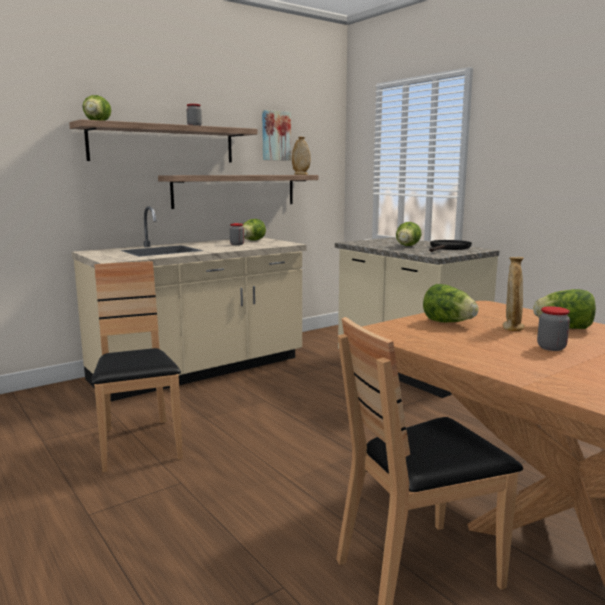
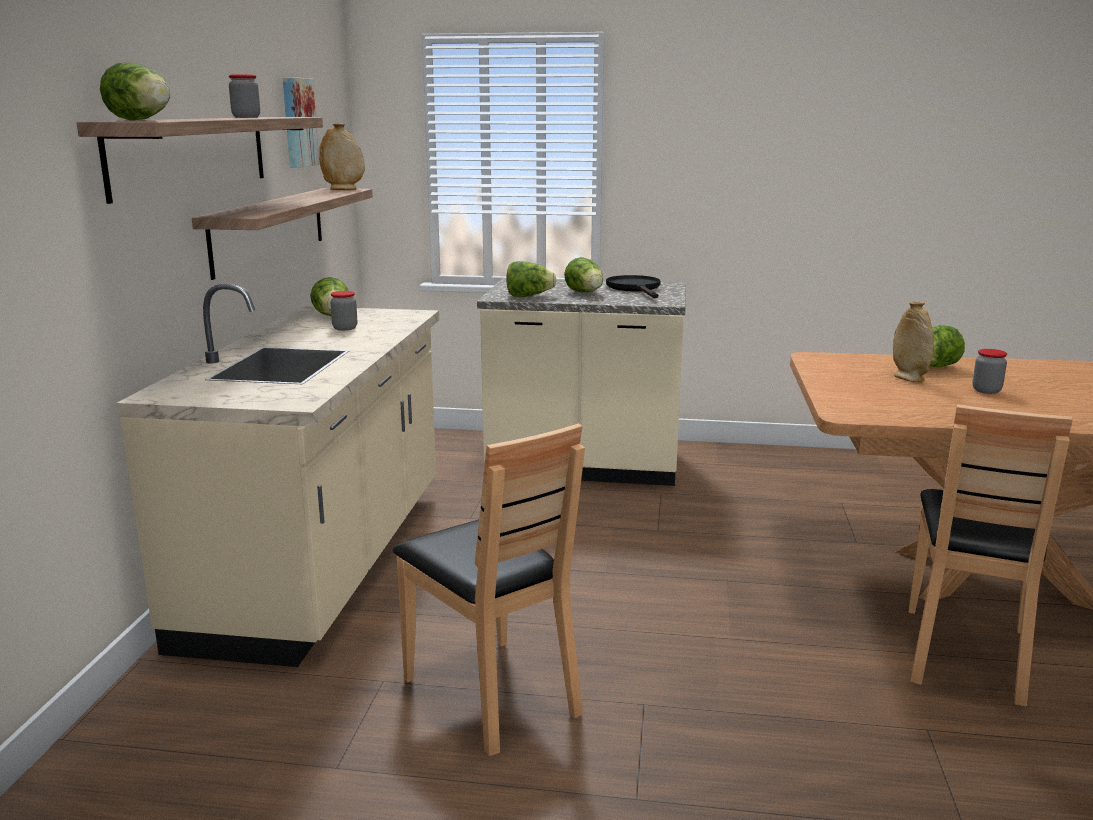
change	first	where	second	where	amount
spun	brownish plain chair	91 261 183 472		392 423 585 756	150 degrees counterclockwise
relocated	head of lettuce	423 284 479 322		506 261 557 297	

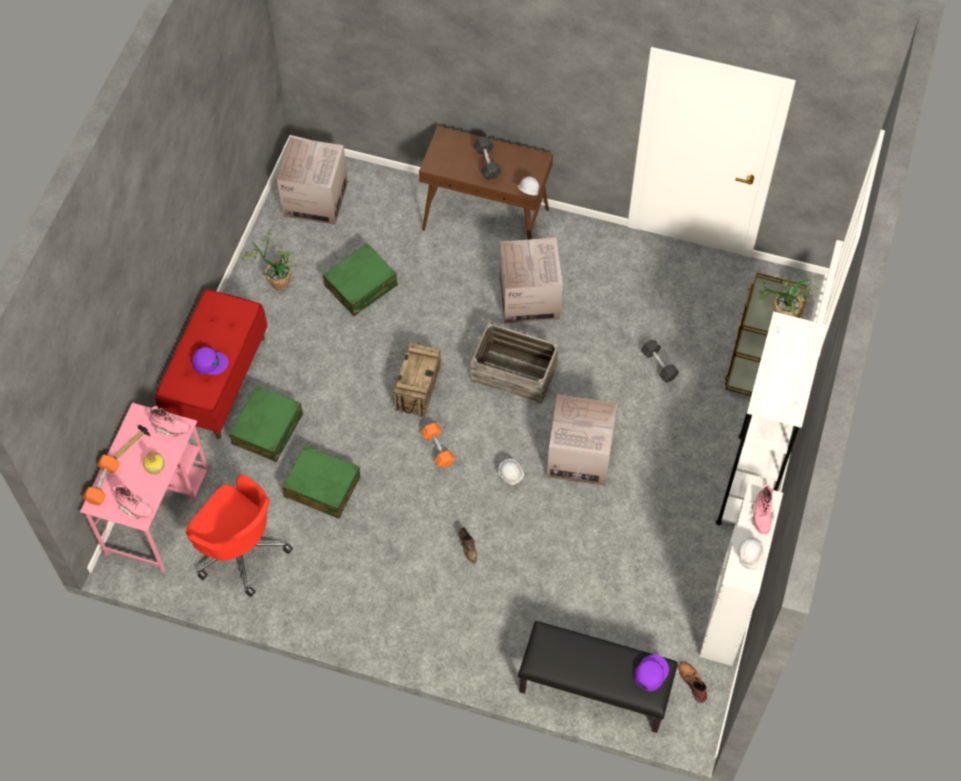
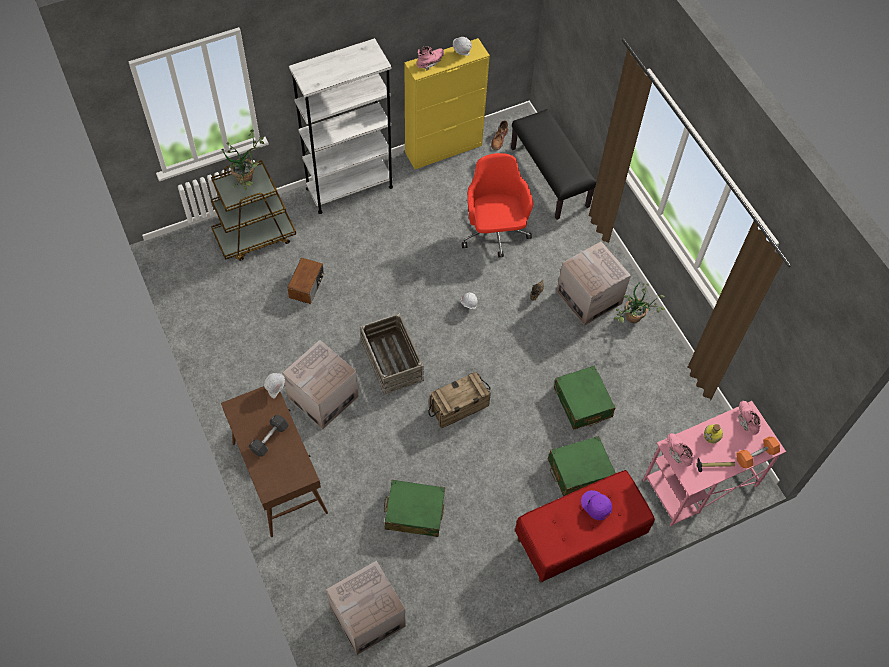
change	first	where	second	where	amount
relocated	plant in a pot	242 229 297 290		614 282 665 323	
exchanged	gray dumbbell	641 340 679 383	radio receiver	287 258 324 304	
relocated	packing box	547 395 617 486		556 241 631 326	
missing	orange-coloured dumbbell	421 423 455 468			
relocated	red-coloured office chair	186 474 293 597		462 153 533 258	
colour	white storage cabinet	699 483 783 666	yellow-coloured storage cabinet	404 38 490 169	
missing	purple-coloured cap	634 655 669 691			

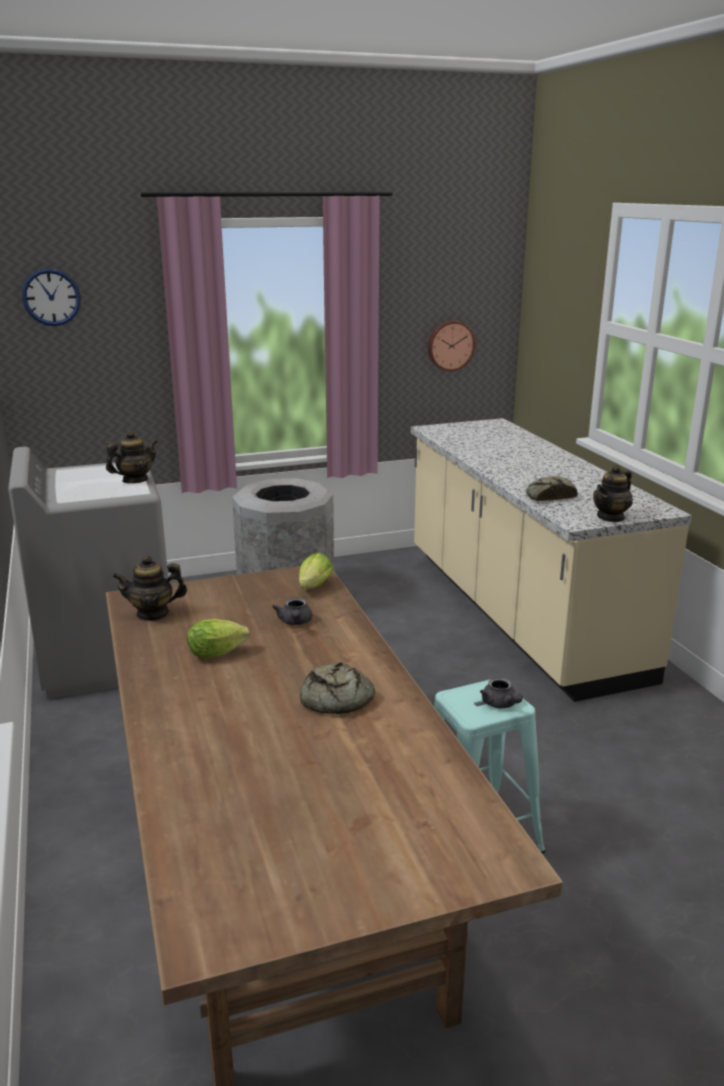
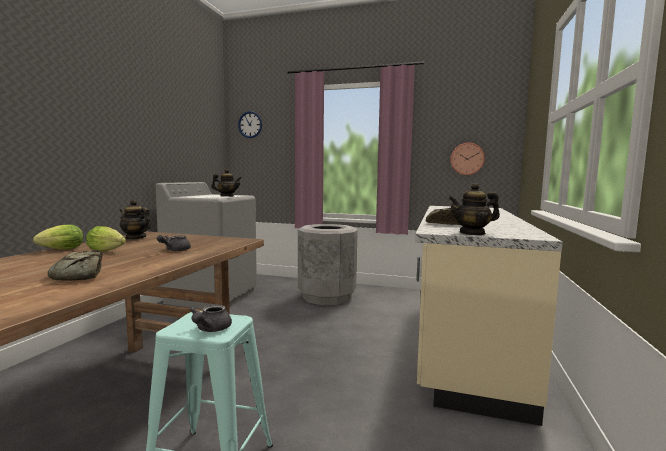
change	first	where	second	where	amount
relocated	head of lettuce	299 553 333 589		33 225 83 249	

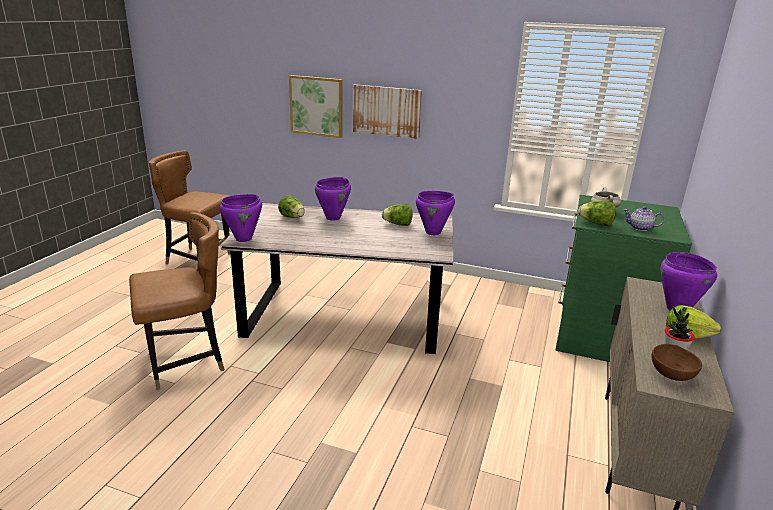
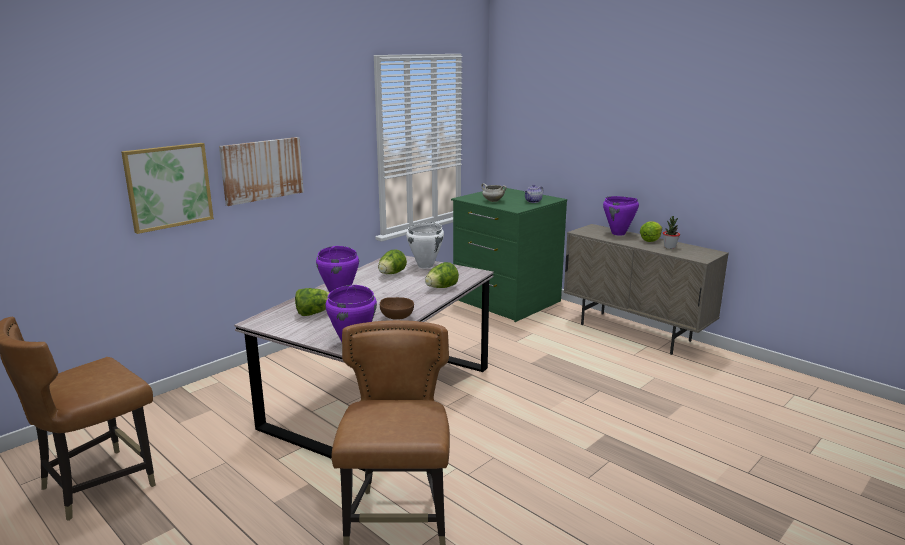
change	first	where	second	where	amount
colour	purple-coloured saucepot	416 191 455 235	white saucepot	406 222 444 268	
relocated	head of lettuce	578 201 616 226		425 262 459 288	
relocated	brownish deep dish	652 344 702 381		380 297 414 320	

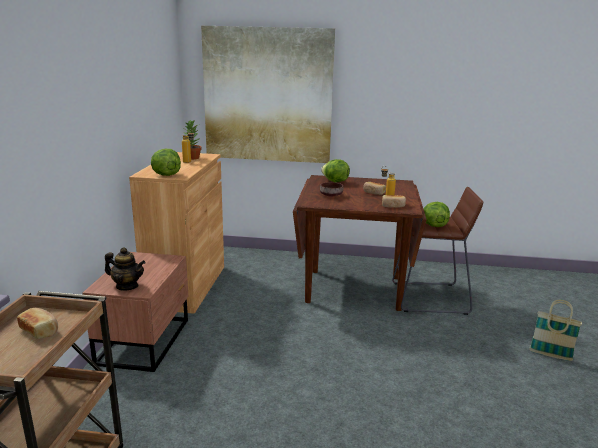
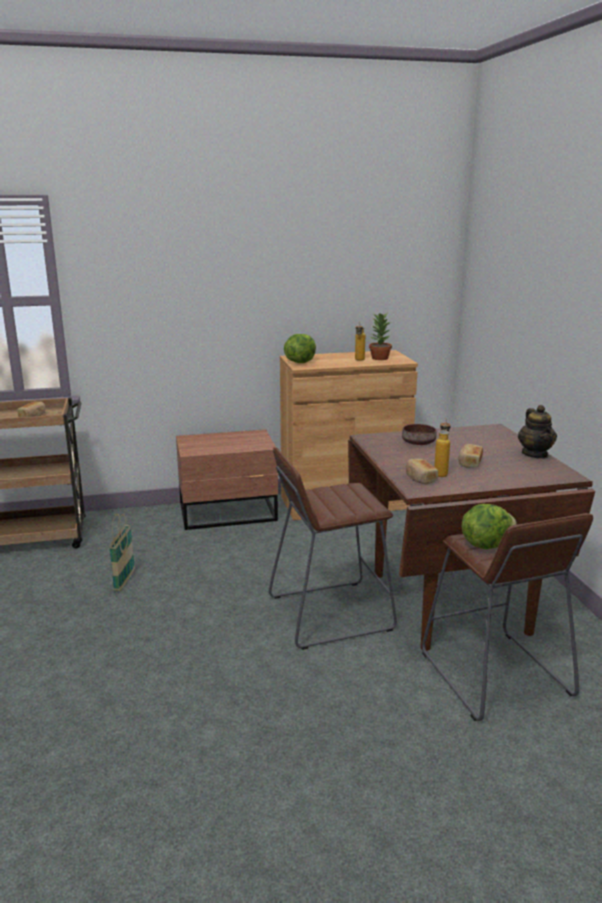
change	first	where	second	where	amount
missing	wall picture	201 26 335 163			
missing	head of lettuce	321 159 350 182			
relocated	teapot	105 247 145 291		518 405 557 459	
relocated	basket	529 300 582 361		109 514 135 591	
appeared			brownish stool seat	269 447 397 650	

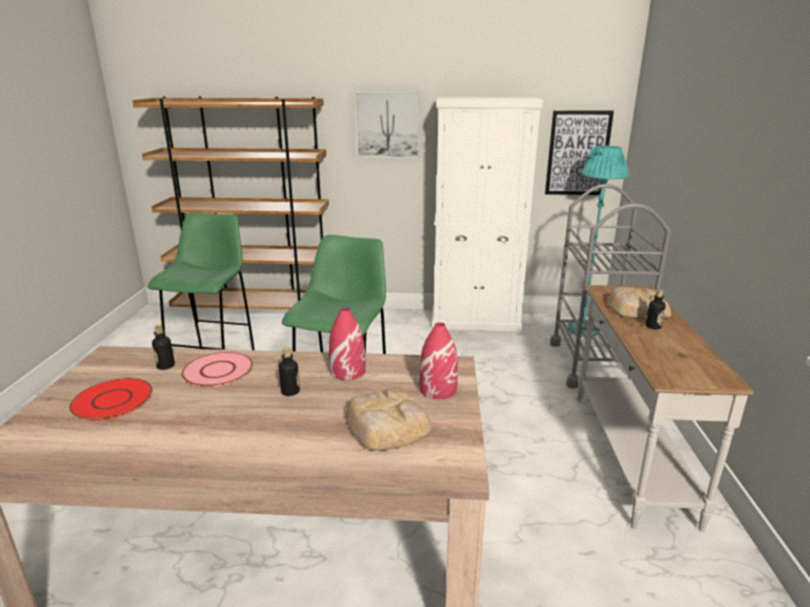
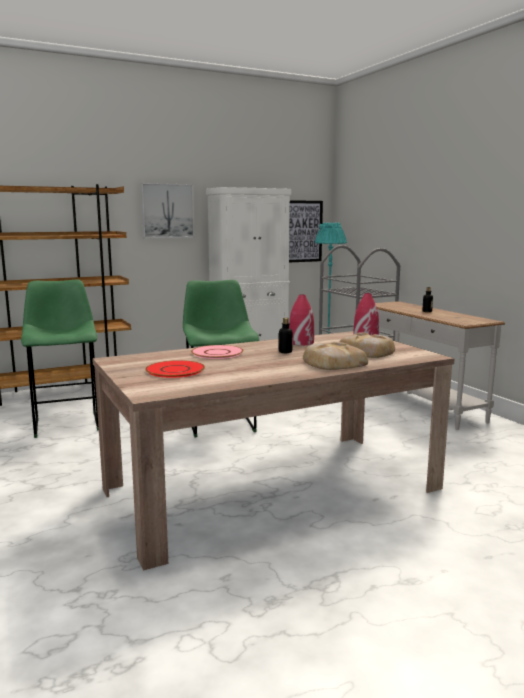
change	first	where	second	where	amount
relocated	bread	608 287 671 319		303 342 368 370	
missing	bottle	152 325 175 370			

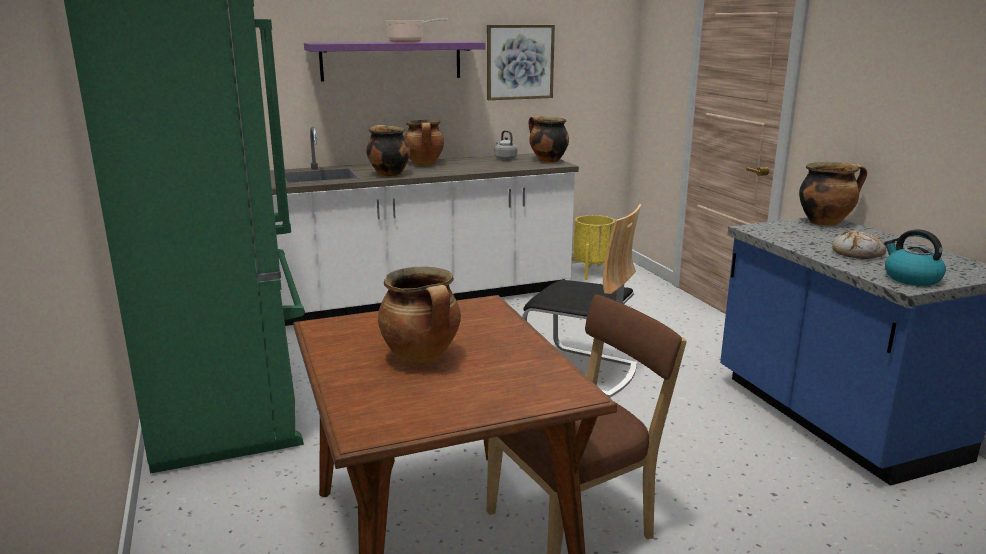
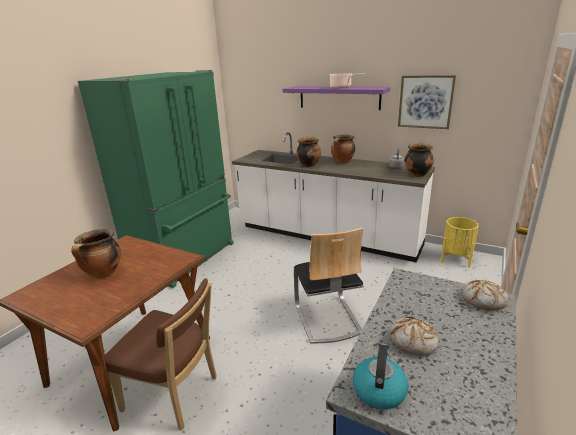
change	first	where	second	where	amount
exchanged	saucepot	799 162 867 226	bread	462 280 509 310	

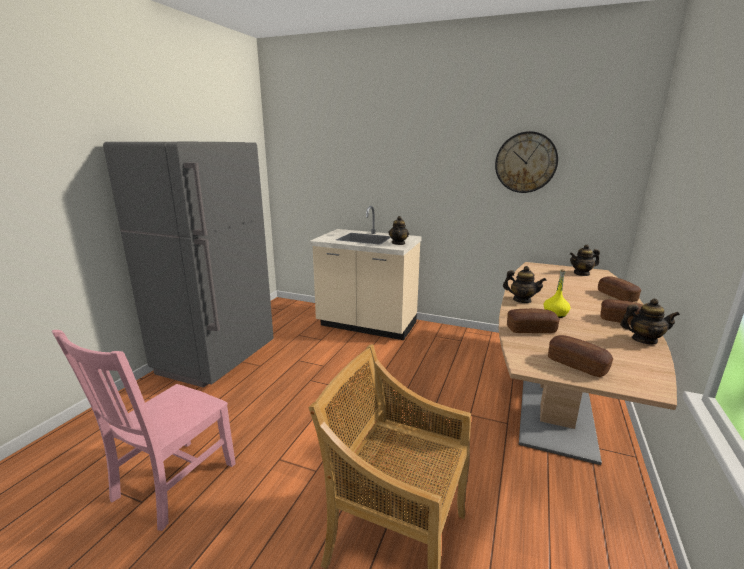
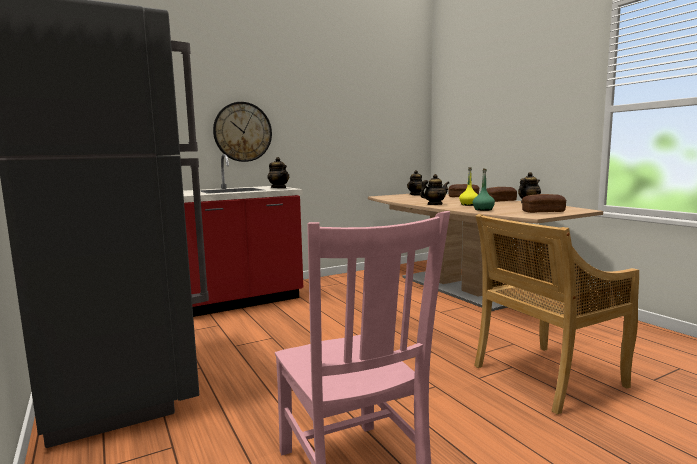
change	first	where	second	where	amount
relocated	wall clock	495 131 558 193		213 102 272 162	
colour	beige-coloured counter	309 206 422 340	red-coloured counter	183 154 303 317	
exchanged	bread	507 308 560 333	greenish bottle	473 168 495 211	

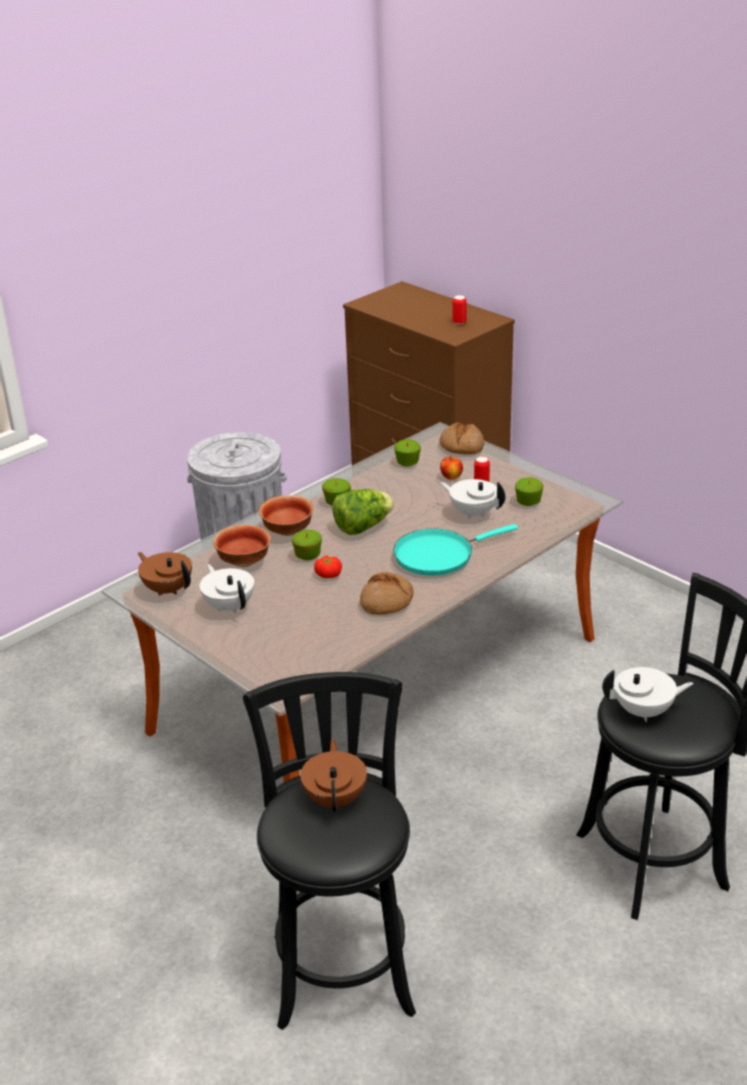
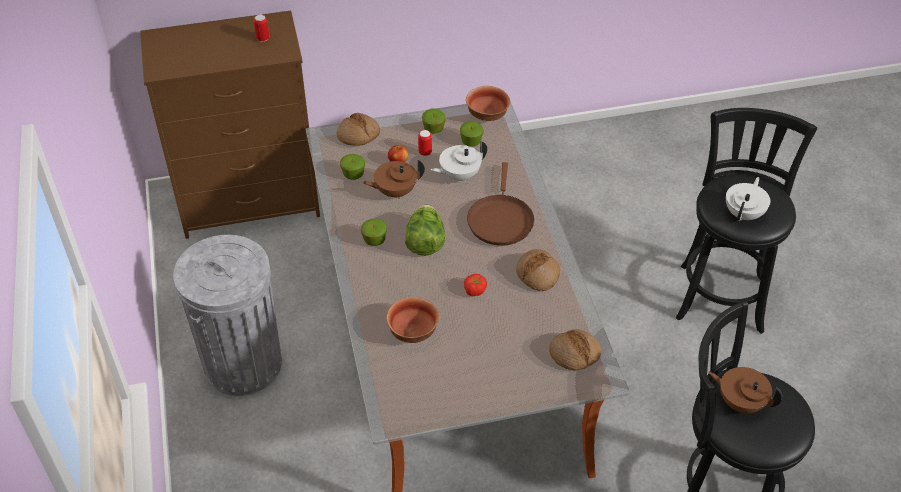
change	first	where	second	where	amount
relocated	deep dish	259 495 313 536		466 86 510 121	
colour	turquoise pan	393 524 518 576	brownish pan	467 162 534 246	
relocated	apple	292 530 322 560		422 108 445 134	
relocated	brownish teapot	138 552 192 596		362 159 425 199	
missing	white teapot	200 564 254 613			
appeared			bread	549 329 602 370	

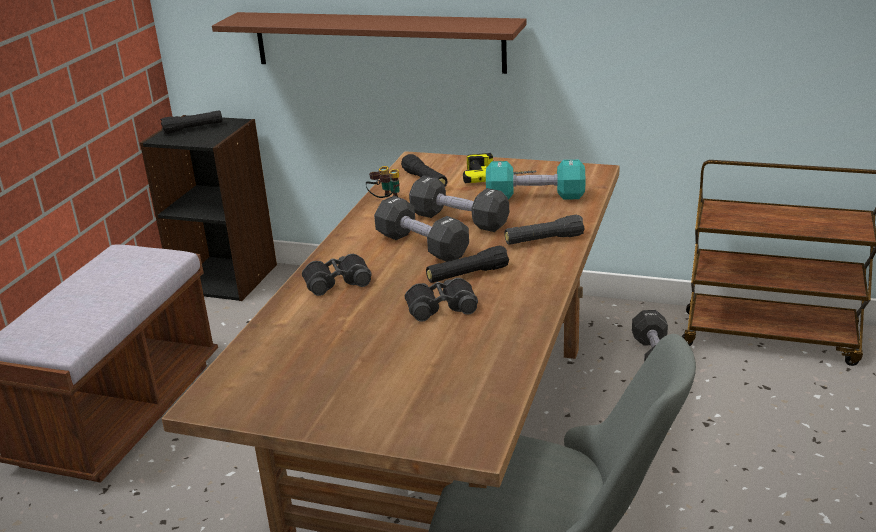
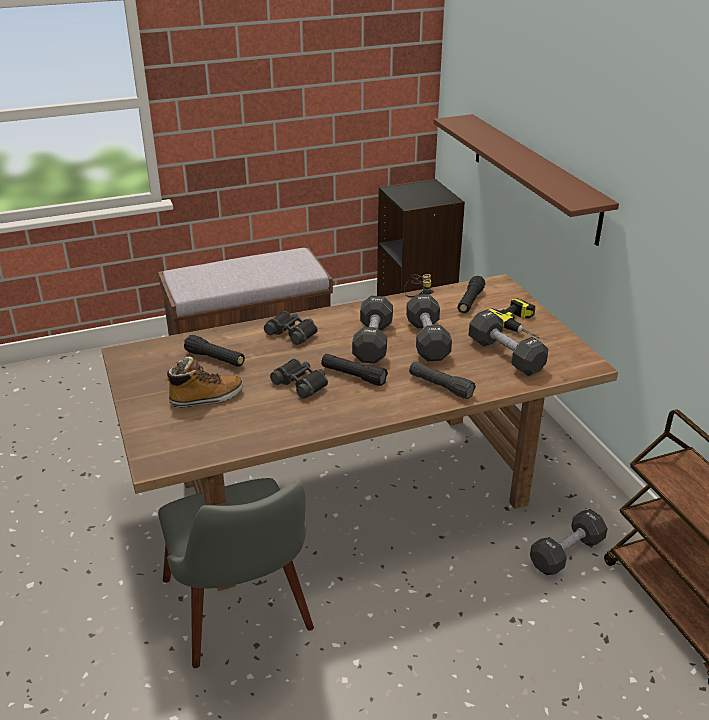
change	first	where	second	where	amount
relocated	black-coloured flashlight	160 110 222 134		184 335 245 367	
colour	turquoise dumbbell	486 160 585 200	black-coloured dumbbell	469 309 548 376	
appeared			tall boot	165 356 243 408	

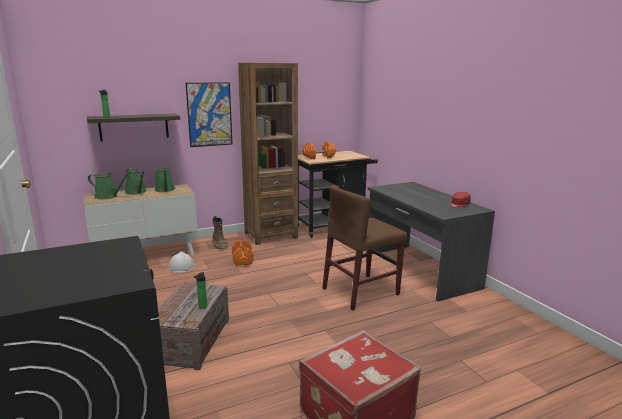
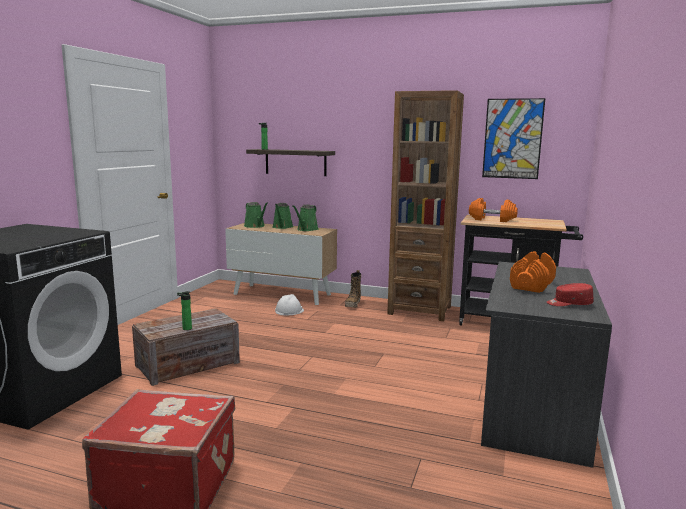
change	first	where	second	where	amount
relocated	wall picture	186 82 233 147		482 98 545 179	
missing	brownish plain chair	322 185 407 311			
relocated	orange-coloured dumbbell	232 240 254 266		510 251 556 293	

